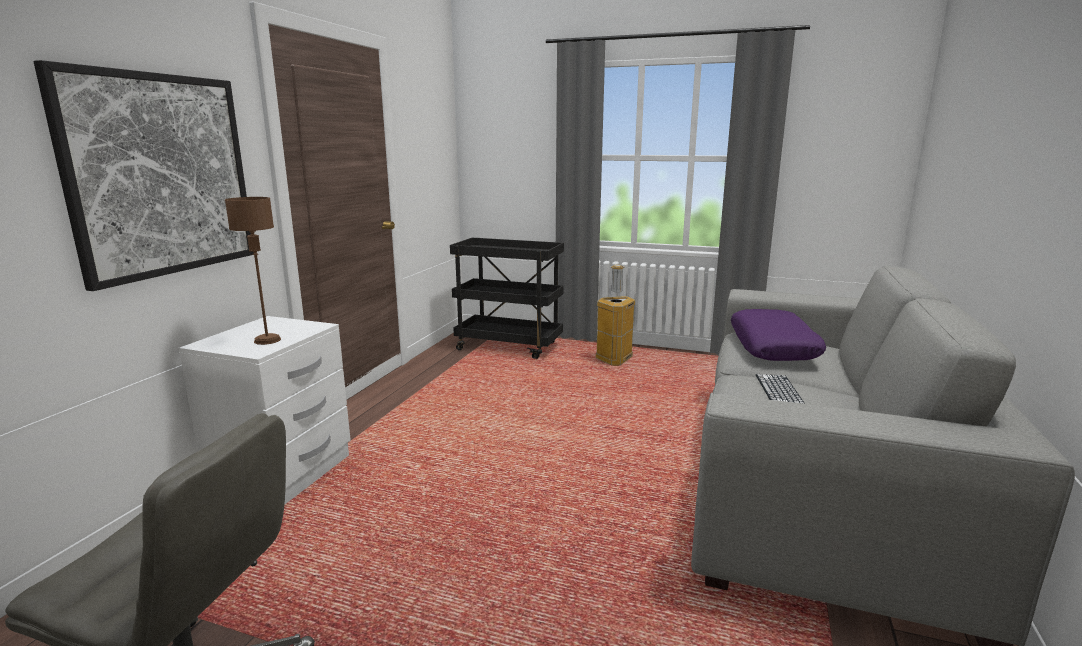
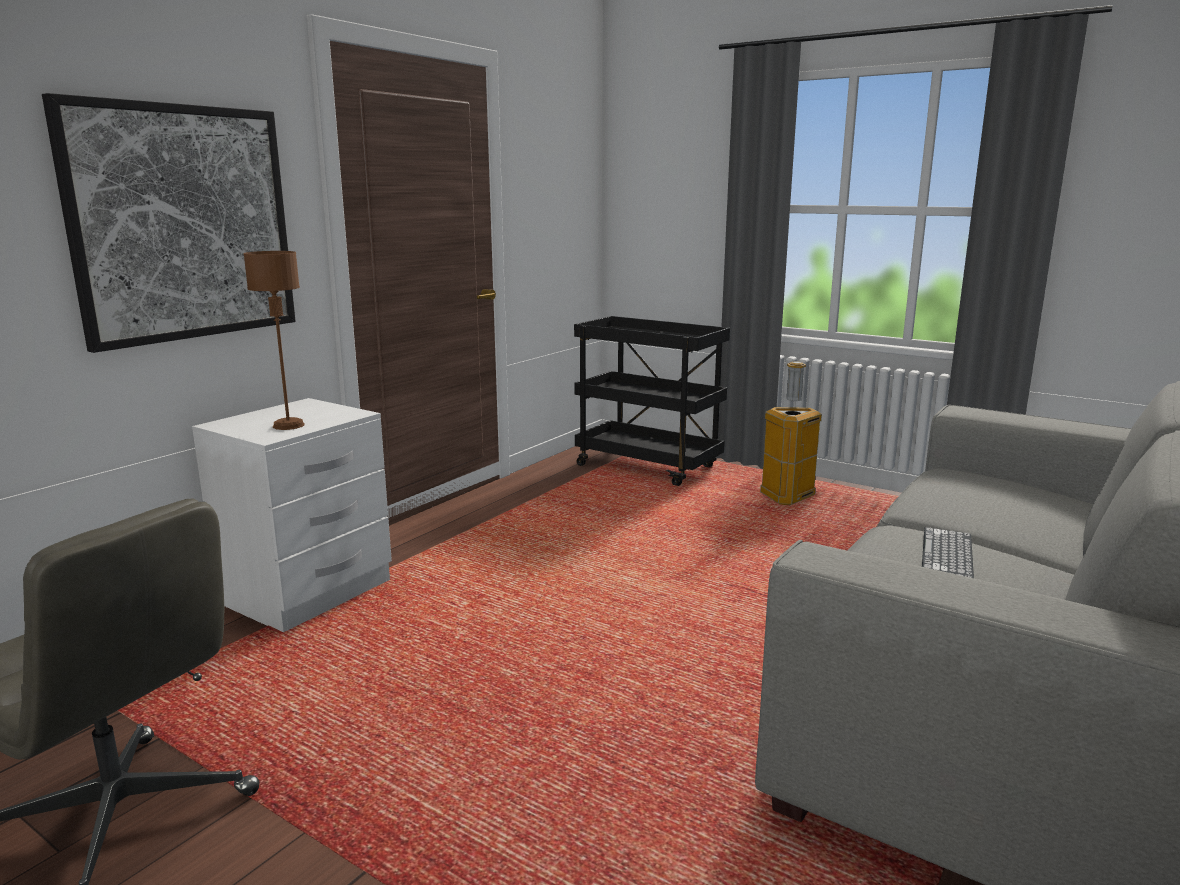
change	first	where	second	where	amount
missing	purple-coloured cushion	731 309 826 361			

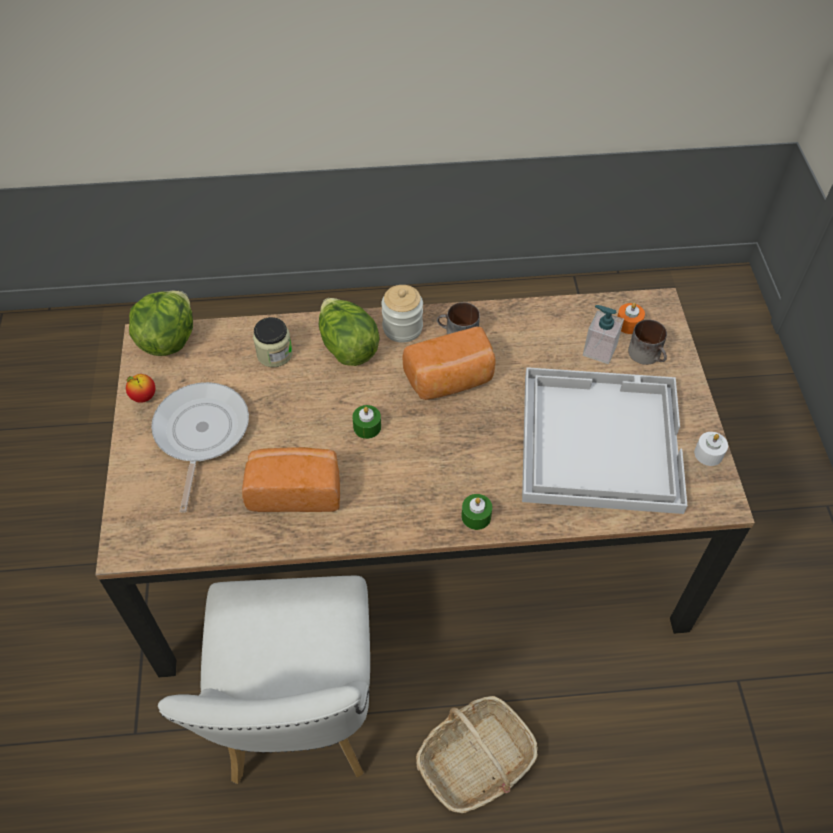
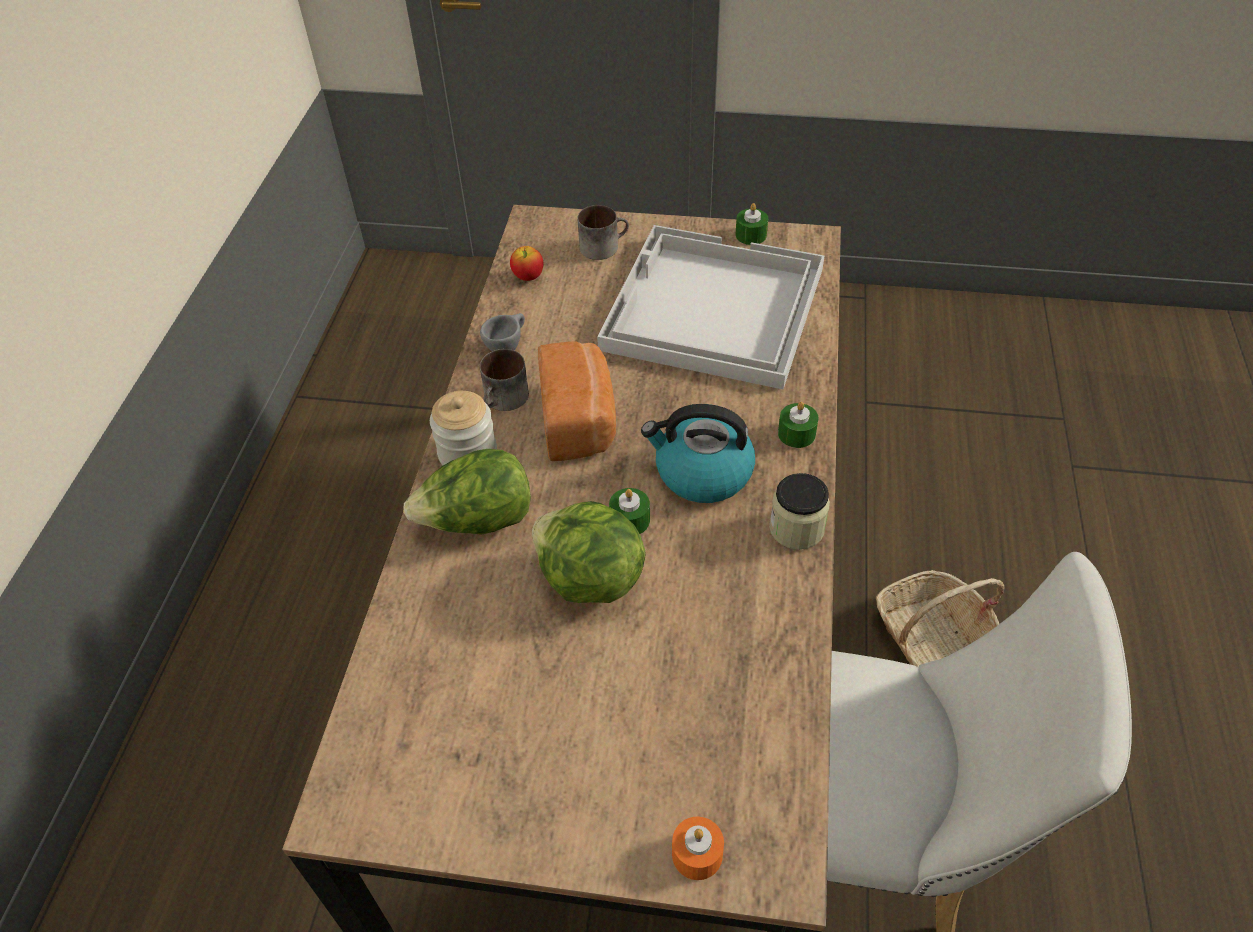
change	first	where	second	where	amount
relocated	head of lettuce	129 291 193 356		532 501 646 603	
relocated	orange-coloured wax candle	617 303 645 334		672 817 724 880	
missing	soap dispenser	583 305 624 364			
relocated	preserve jar	253 317 293 367		769 473 830 550	
relocated	apple	126 374 155 403		510 246 543 281	
missing	pan	151 382 249 513			
colour	white wax candle	694 432 728 466	greenish wax candle	735 203 768 245	
missing	bread	242 447 340 512			
appeared			gray cup	480 313 525 351	
appeared			tea kettle	641 404 755 503	

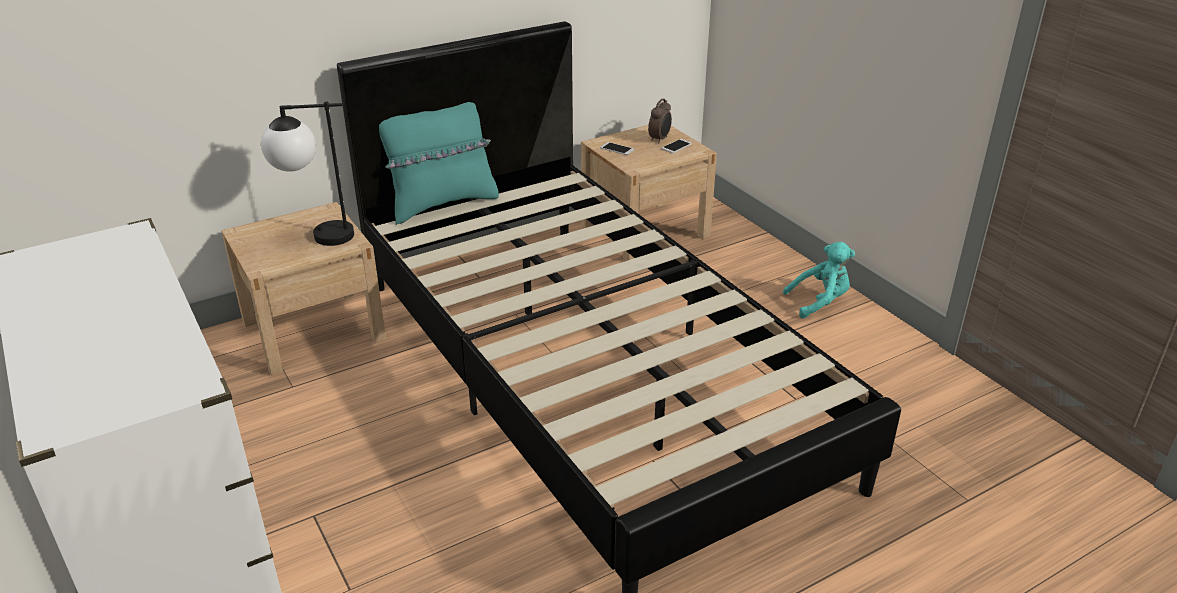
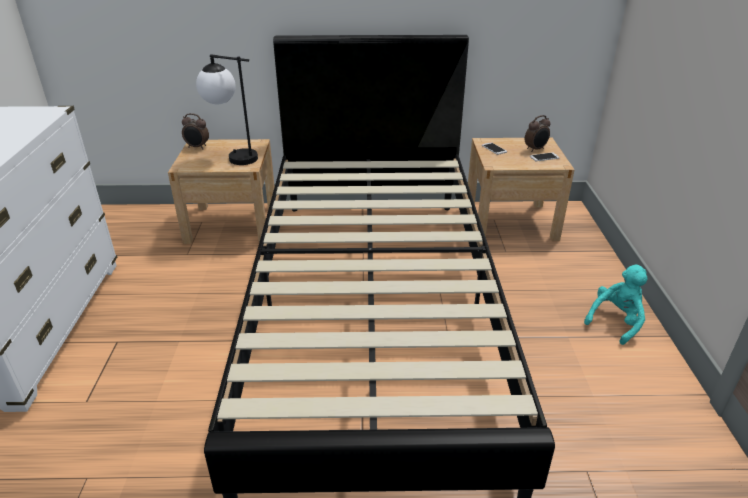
change	first	where	second	where	amount
missing	turquoise cushion	379 102 499 225			
spun	turquoise soft toy	783 242 855 318		584 265 647 345	60 degrees counterclockwise
appeared			alarm clock	182 113 209 149	

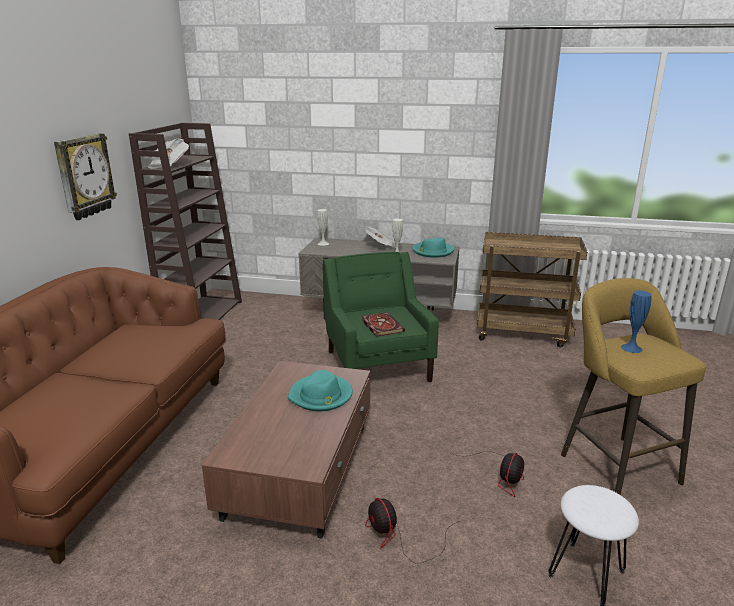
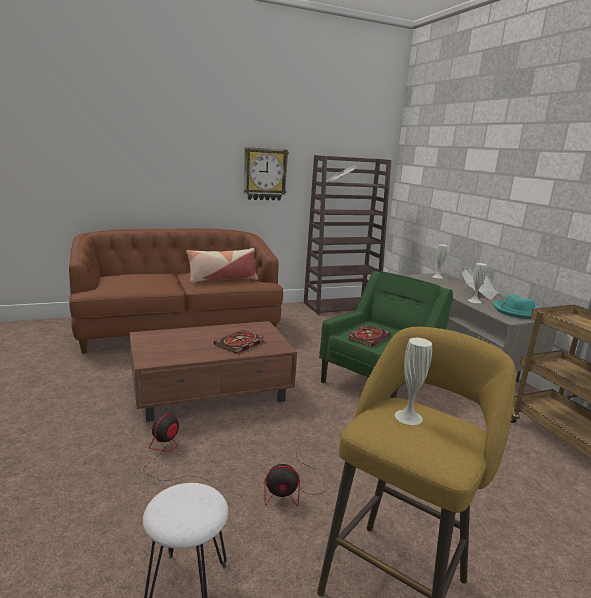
change	first	where	second	where	amount
colour	blue flower vase	621 291 652 353	white flower vase	395 338 432 425	
exchanged	turquoise hat	288 370 353 411	bound book	214 330 264 354	
appeared			cushion	186 248 258 283	

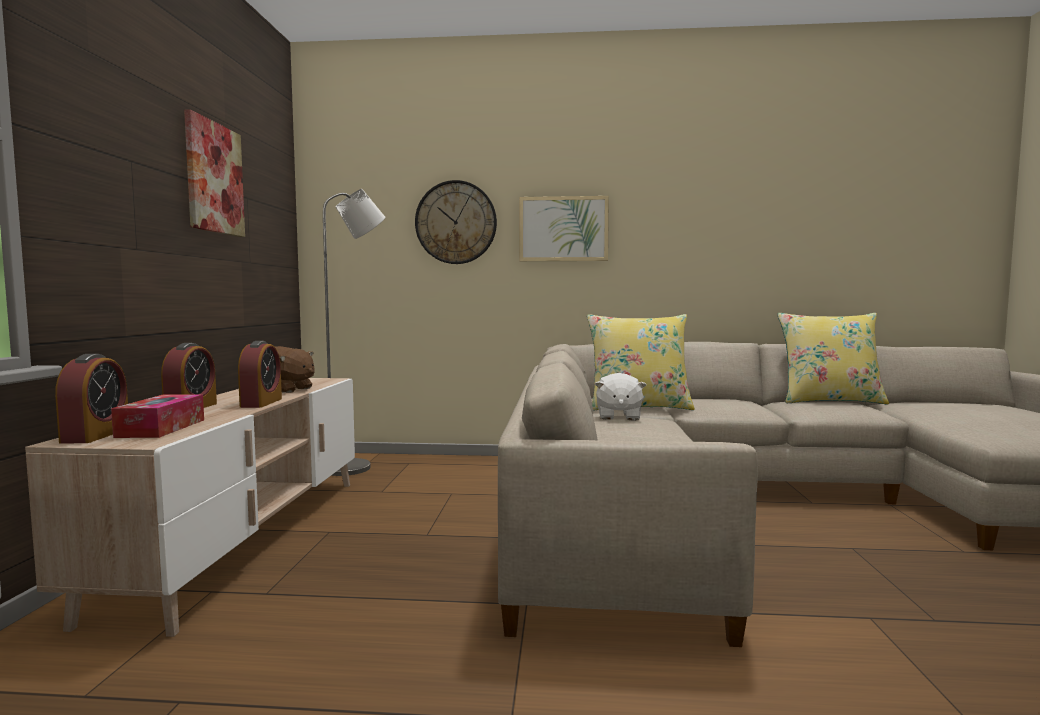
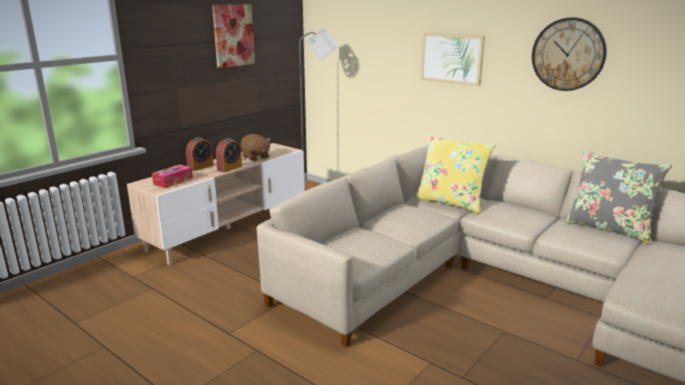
change	first	where	second	where	amount
relocated	wall clock	415 180 497 264		532 17 607 91	
colour	yellow-coloured cushion	778 313 889 405	gray cushion	564 150 672 244	
missing	alarm clock	55 354 128 444			
missing	white soft toy	595 373 646 421			

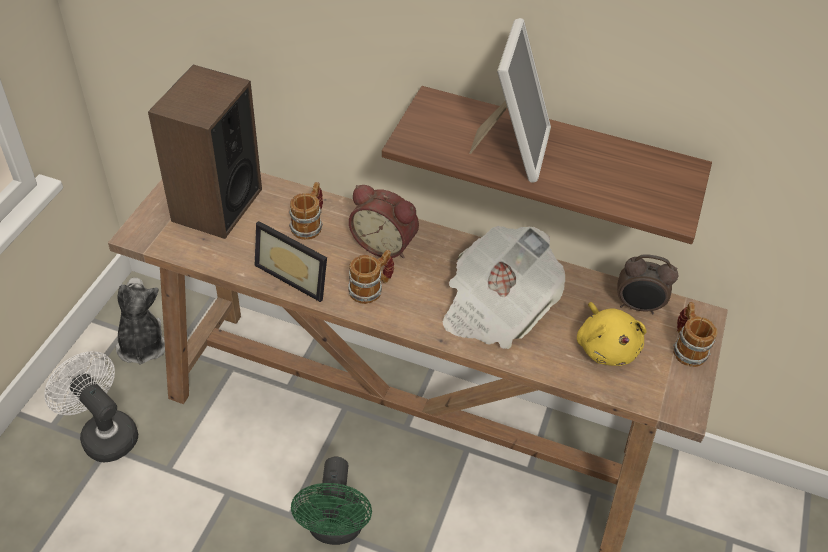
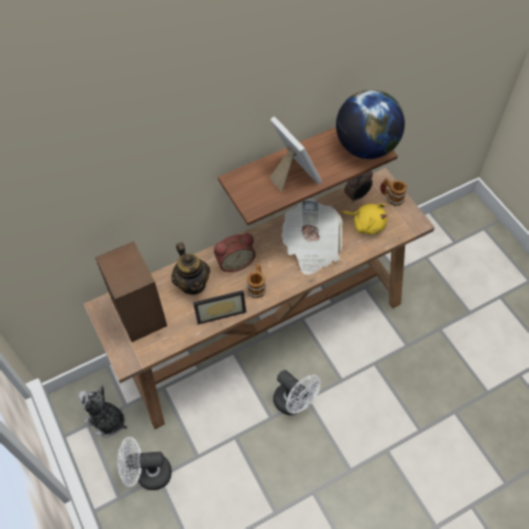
change	first	where	second	where	amount
exchanged	coffee mug	289 182 323 240	teapot	171 242 210 295	
colour	greenish fan	291 457 372 545	white fan	273 370 321 415	
appeared			world globe	336 89 405 159	

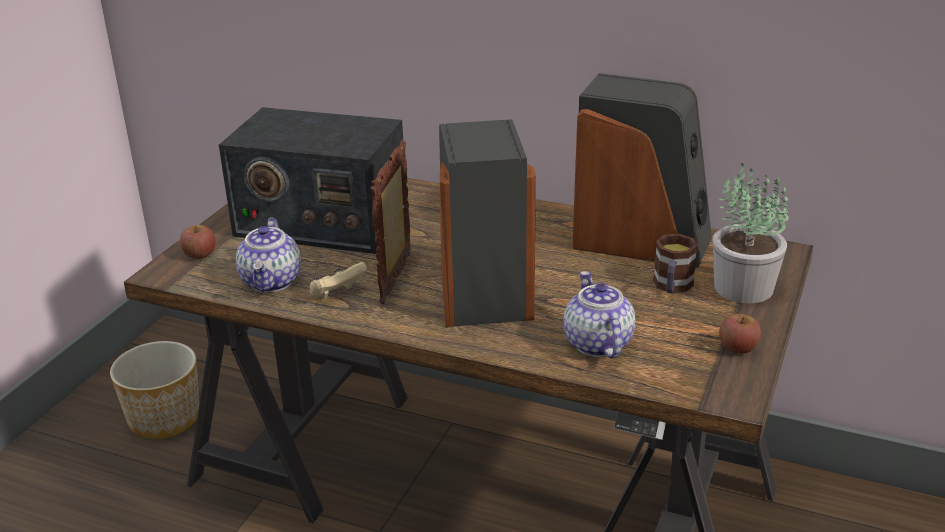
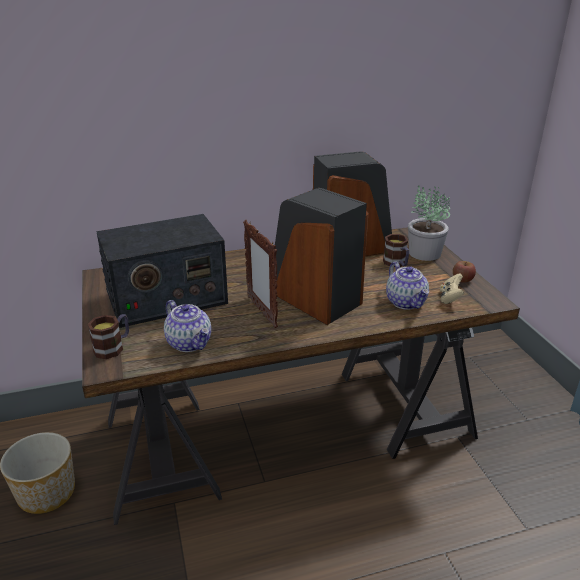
change	first	where	second	where	amount
exchanged	apple	180 225 216 259	coffee mug	88 314 129 359	
relocated	beige-coloured gamepad	309 262 367 299		440 273 464 304	
spun	teapot	564 271 635 358		386 262 429 310	150 degrees counterclockwise

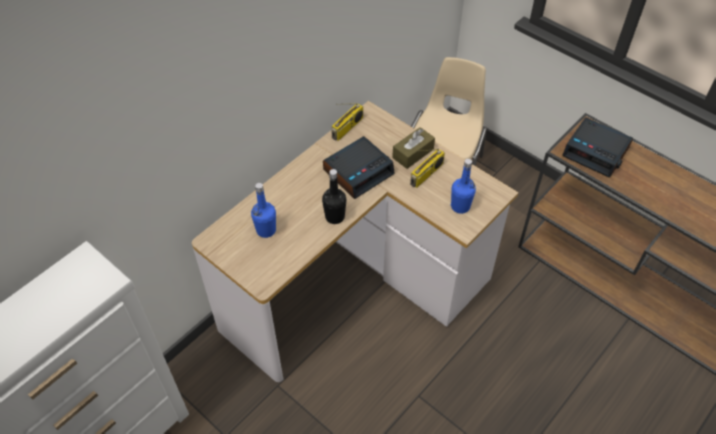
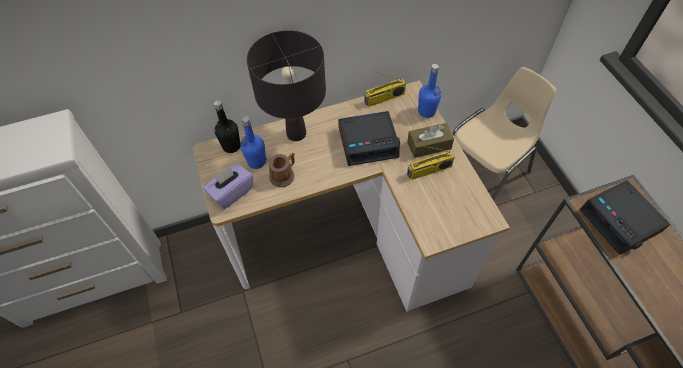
change	first	where	second	where	amount
relocated	blue bottle	451 159 476 214		418 64 441 118	
relocated	black-coloured bottle	322 169 347 224		214 100 241 153	
appeared			black-coloured tabletop lamp	247 30 326 141	
appeared			coffee mug	269 153 295 187	
appeared			purple-coloured box of tissues	203 163 253 209	

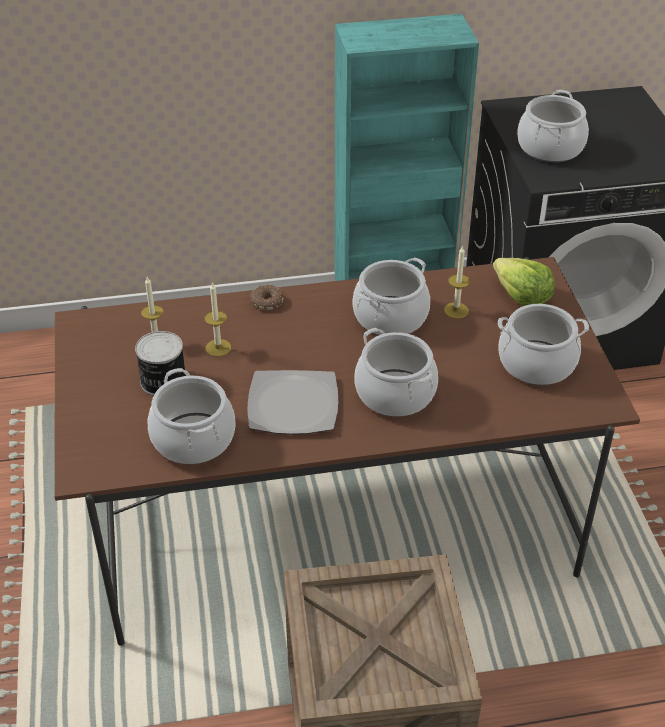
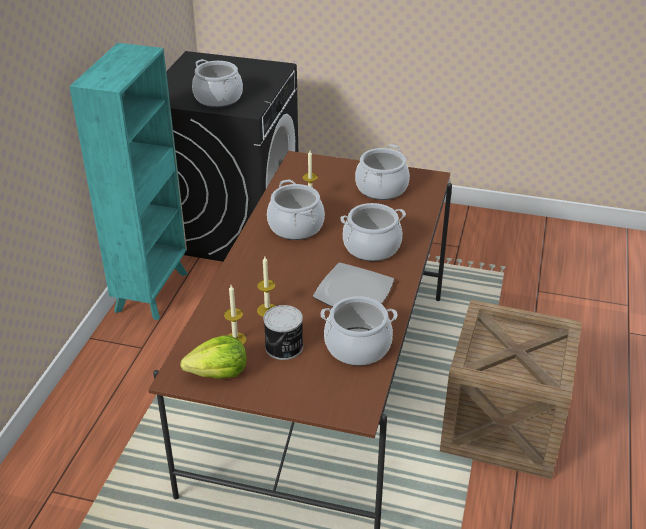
change	first	where	second	where	amount
relocated	head of lettuce	493 258 555 306		180 335 247 379	
missing	doughnut	250 285 284 310			

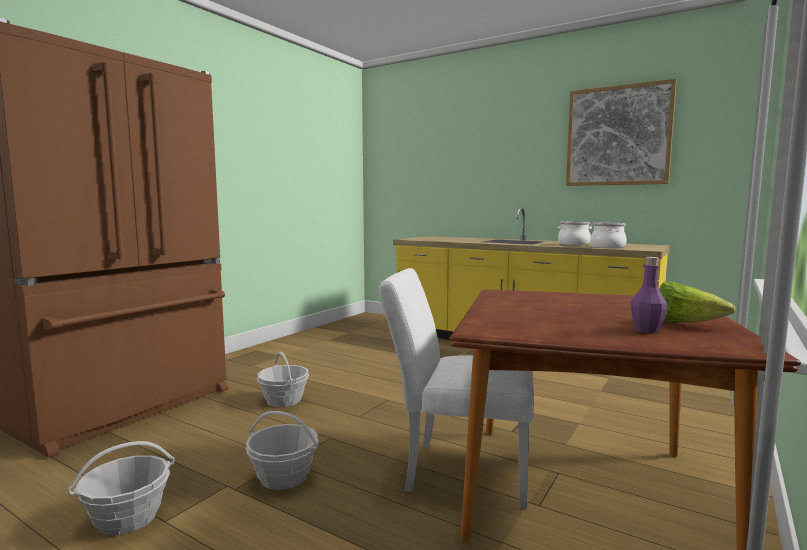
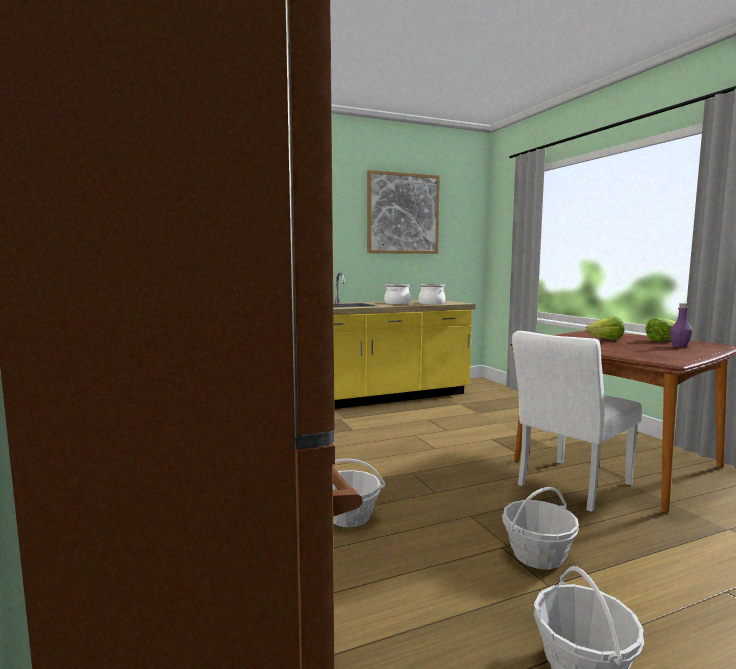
change	first	where	second	where	amount
appeared			head of lettuce	585 316 625 340	

